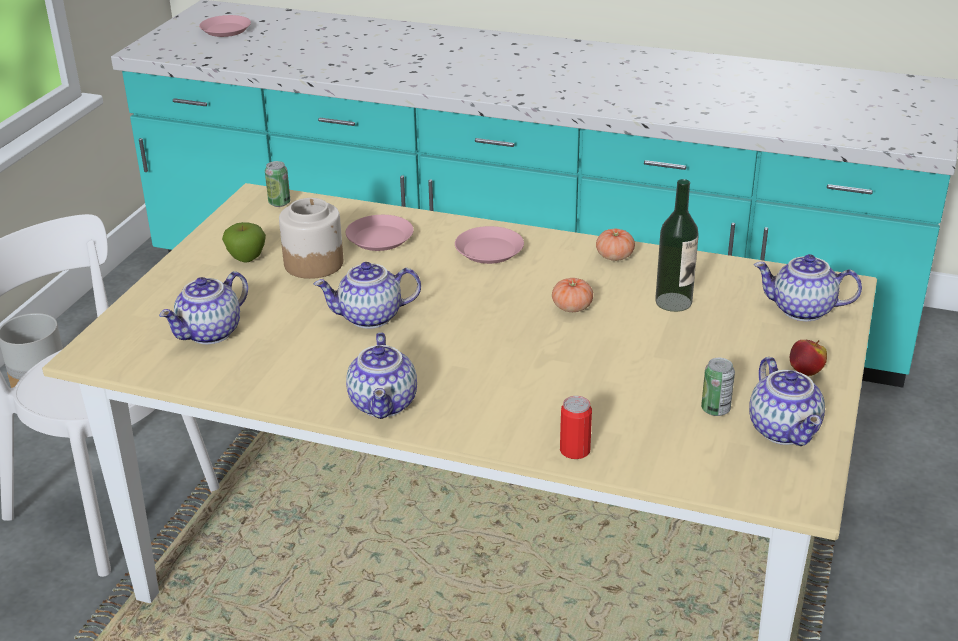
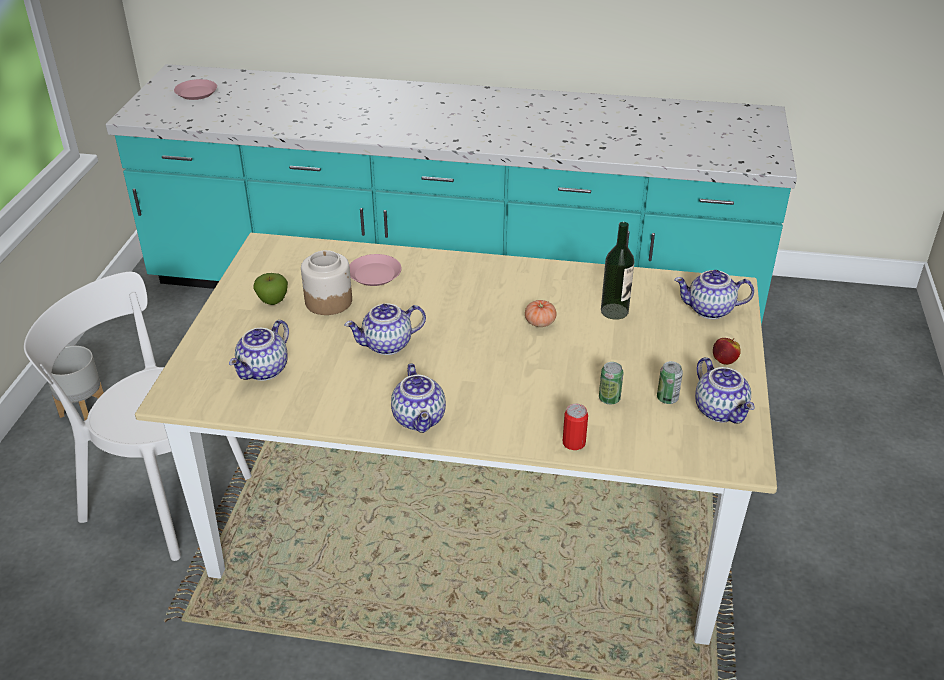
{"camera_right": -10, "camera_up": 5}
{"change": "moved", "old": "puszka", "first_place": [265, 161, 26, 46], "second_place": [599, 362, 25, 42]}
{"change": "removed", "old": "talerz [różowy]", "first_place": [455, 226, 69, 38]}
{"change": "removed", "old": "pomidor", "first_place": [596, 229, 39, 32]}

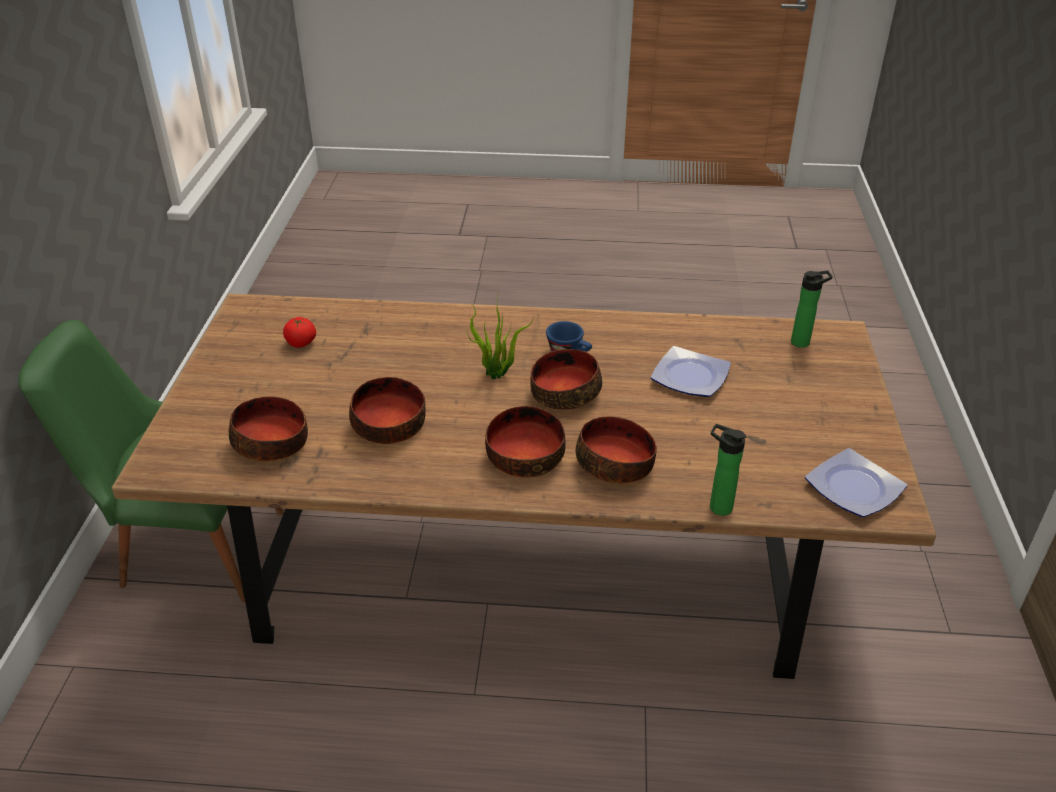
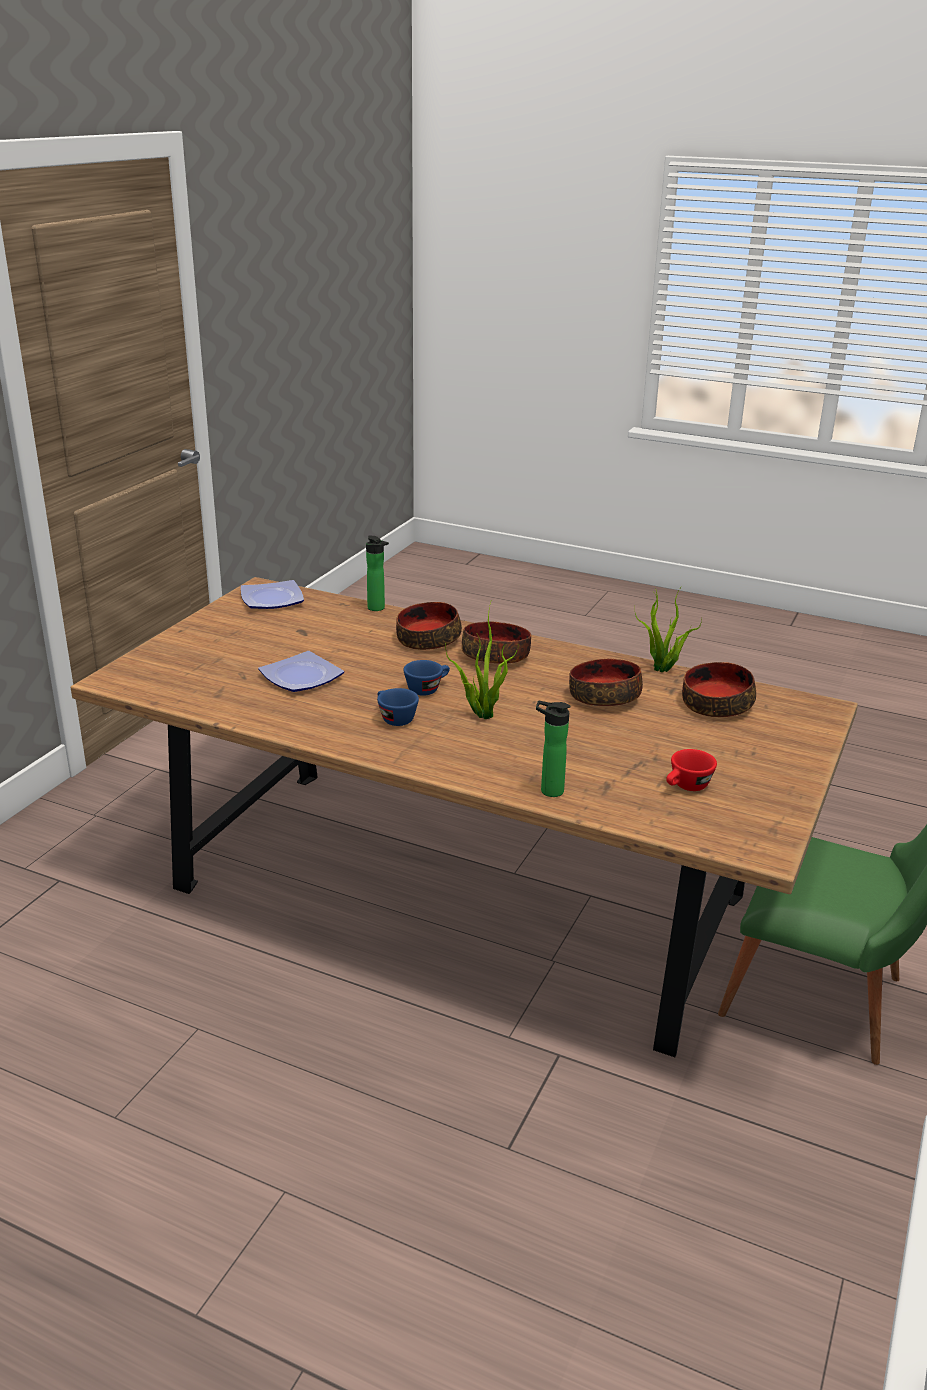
{"camera_right": -160, "camera_up": -10}
{"change": "replaced", "old": "miska", "new": "filiżanka [niebieski]", "first_place": [530, 349, 72, 61], "second_place": [404, 660, 46, 36]}
{"change": "moved", "old": "butelka", "first_place": [791, 270, 42, 78], "second_place": [536, 701, 35, 96]}
{"change": "added", "new": "roślina doniczkowa", "second_place": [635, 587, 67, 85]}
{"change": "replaced", "old": "pomidor", "new": "filiżanka [czerwony]", "first_place": [283, 317, 33, 31], "second_place": [666, 749, 51, 42]}

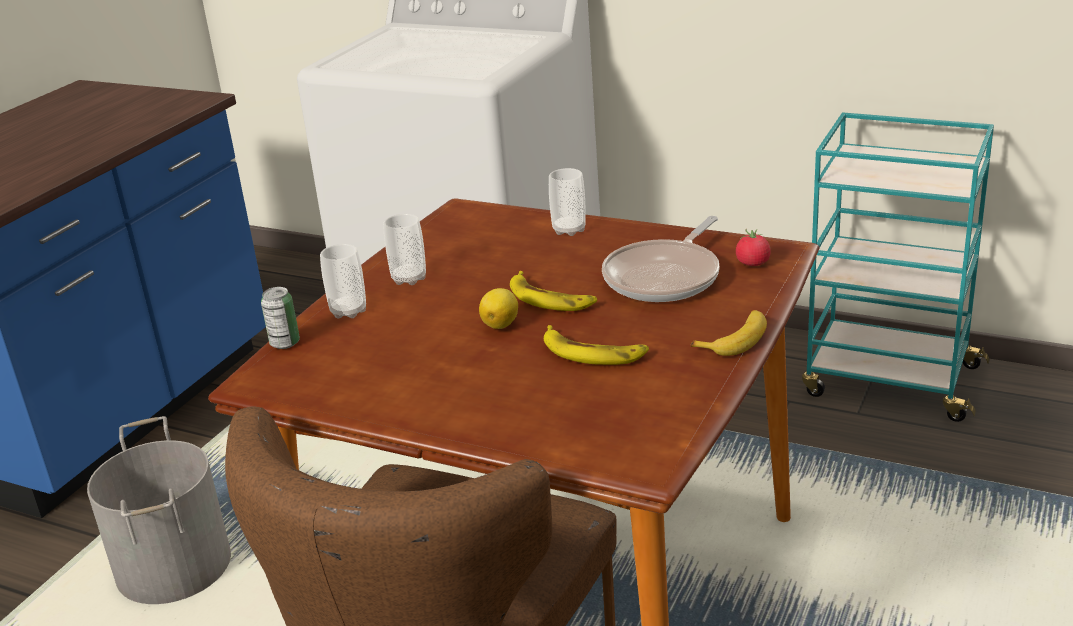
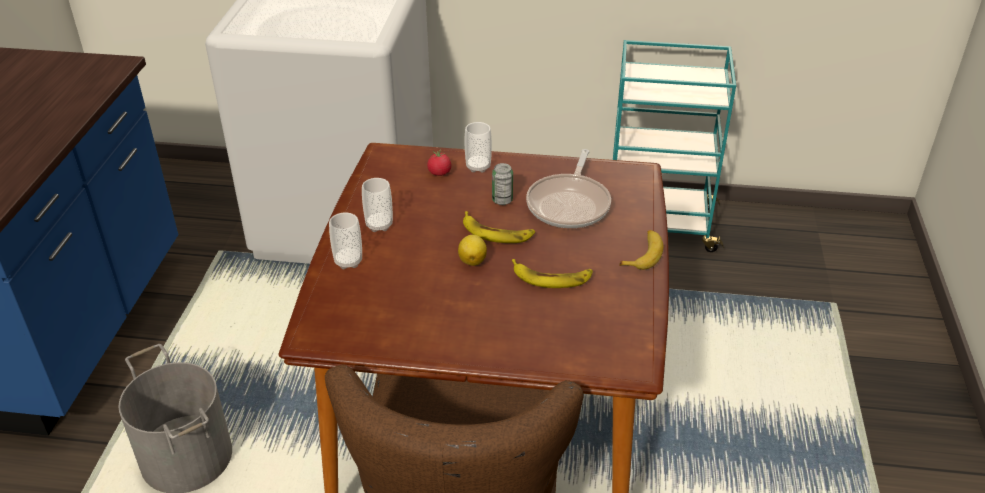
{"camera_right": -20, "camera_up": 10}
{"change": "moved", "old": "pomidor", "first_place": [736, 229, 35, 37], "second_place": [427, 149, 24, 27]}
{"change": "moved", "old": "puszka", "first_place": [261, 287, 39, 62], "second_place": [492, 163, 21, 42]}

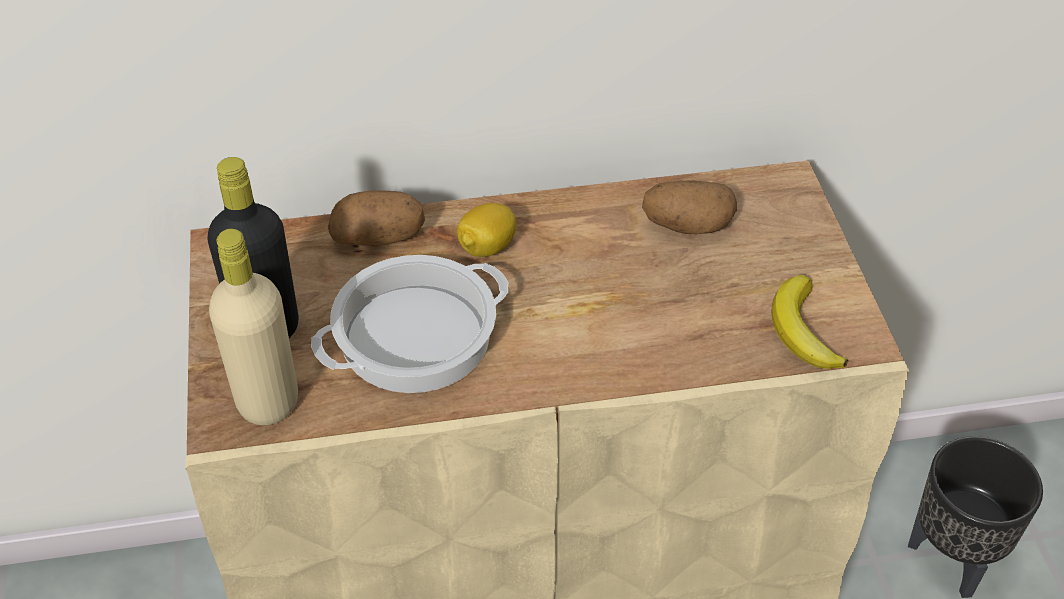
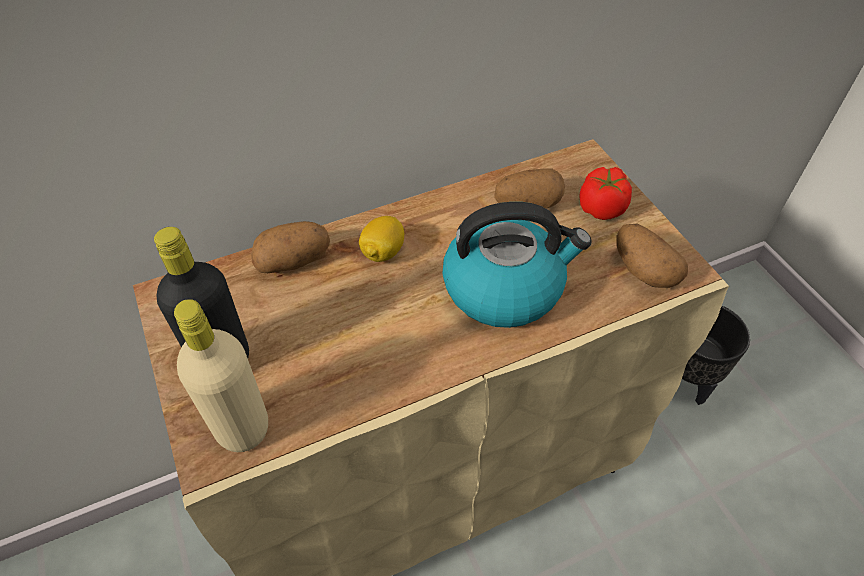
{"camera_right": -15, "camera_up": 5}
{"change": "added", "new": "czajnik", "second_place": [443, 202, 149, 126]}
{"change": "added", "new": "pomidor", "second_place": [579, 167, 53, 53]}
{"change": "replaced", "old": "banan", "new": "ziemniak", "first_place": [771, 275, 77, 94], "second_place": [616, 224, 72, 64]}
{"change": "removed", "old": "garnek", "first_place": [311, 255, 197, 138]}

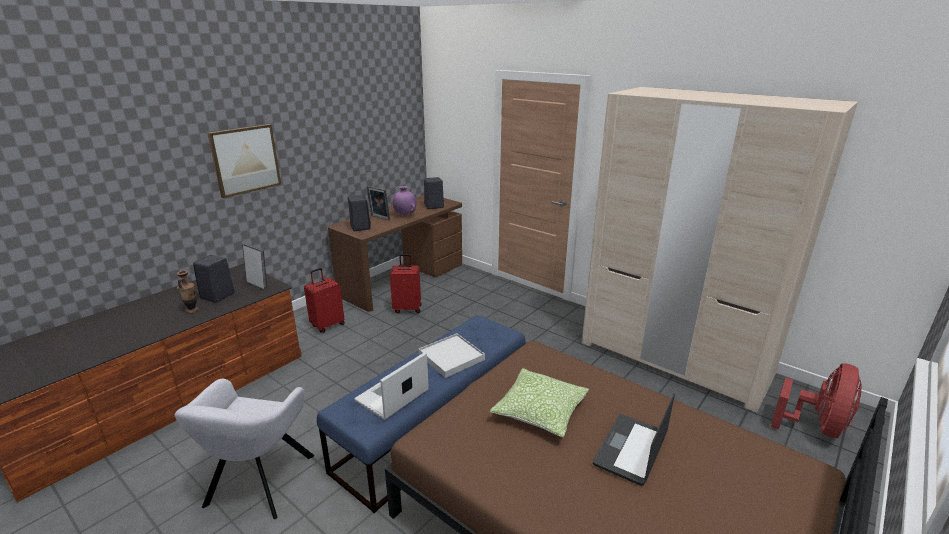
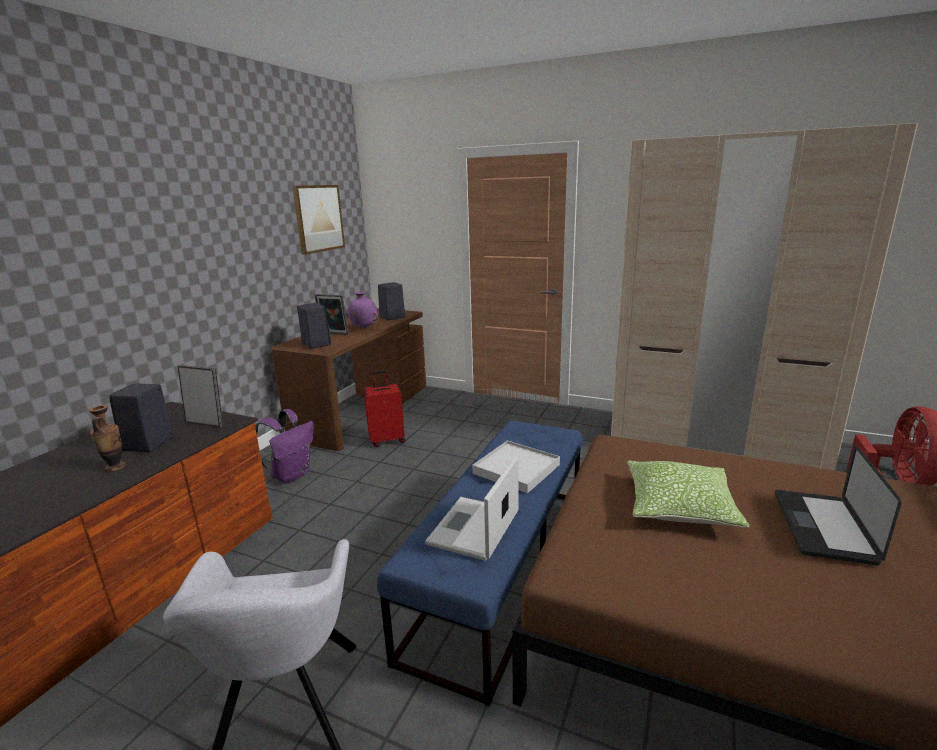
{"camera_right": -15, "camera_up": -5}
{"change": "replaced", "old": "walizka [czerwony]", "new": "plecak [fioletowy]", "first_place": [304, 268, 41, 65], "second_place": [255, 409, 59, 74]}
{"change": "moved", "old": "obraz", "first_place": [207, 124, 74, 74], "second_place": [292, 185, 53, 70]}

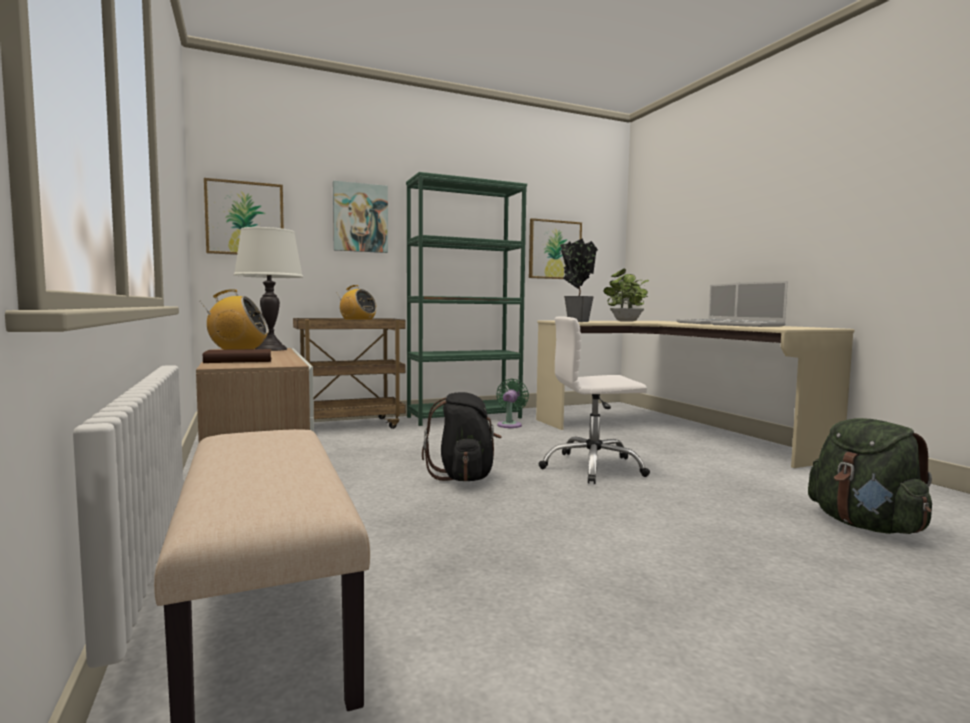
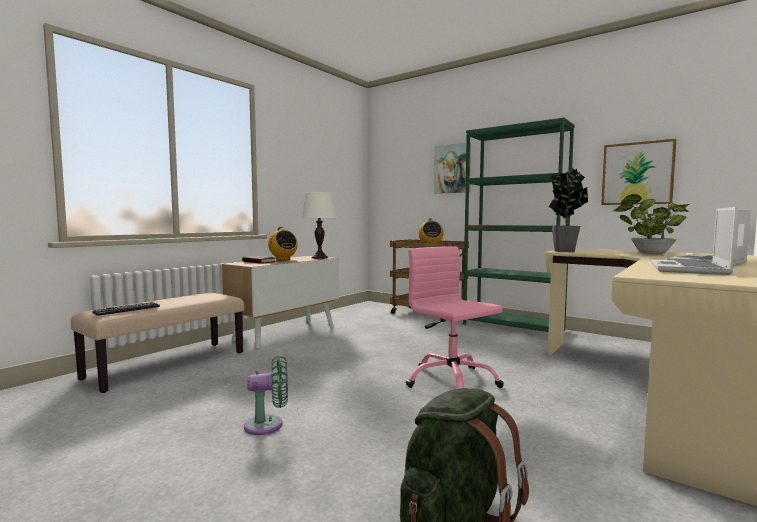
{"camera_right": 60, "camera_up": 0}
{"change": "added", "new": "klawiatura", "second_place": [92, 302, 68, 14]}
{"change": "moved", "old": "wentylator [zielony]", "first_place": [496, 379, 33, 49], "second_place": [244, 355, 44, 80]}
{"change": "recoloured", "old": "krzesło biurowe [biały]", "new": "krzesło biurowe [różowy]", "first_place": [538, 317, 112, 167], "second_place": [406, 246, 98, 143]}
{"change": "removed", "old": "obraz", "first_place": [204, 178, 80, 77]}
{"change": "removed", "old": "plecak [czarny]", "first_place": [422, 392, 80, 90]}

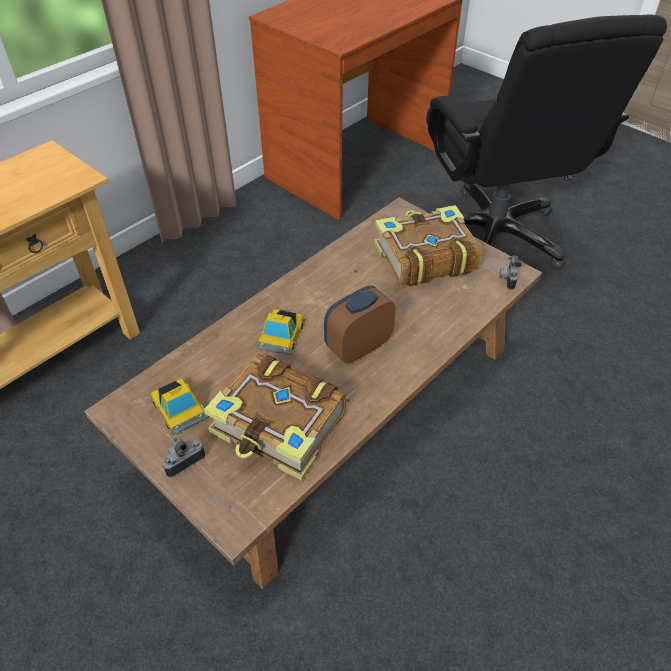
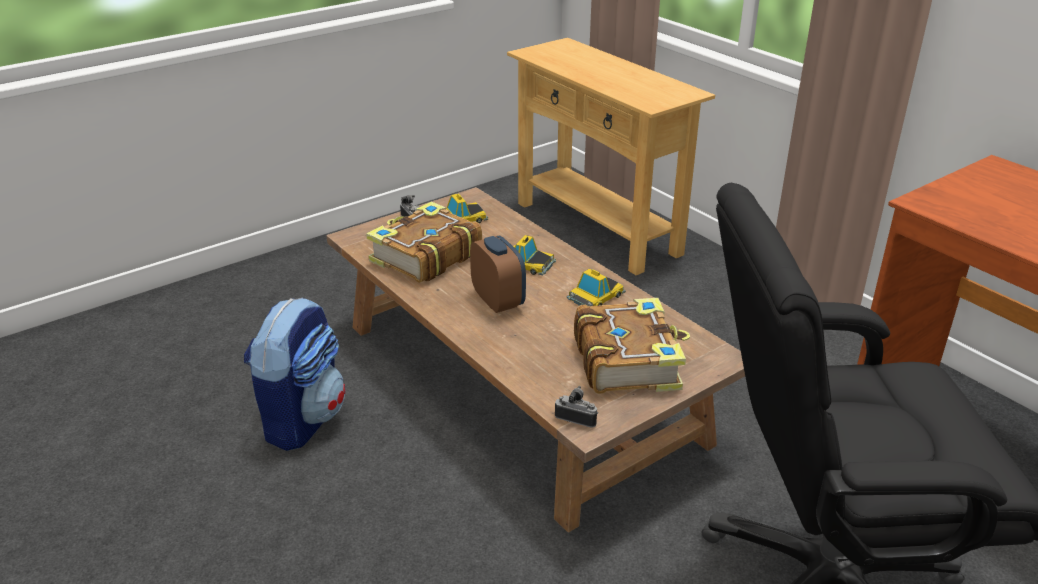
{"camera_right": 100, "camera_up": -15}
{"change": "added", "new": "plecak", "second_place": [244, 297, 101, 154]}
{"change": "added", "new": "samochodzik", "second_place": [566, 269, 60, 37]}

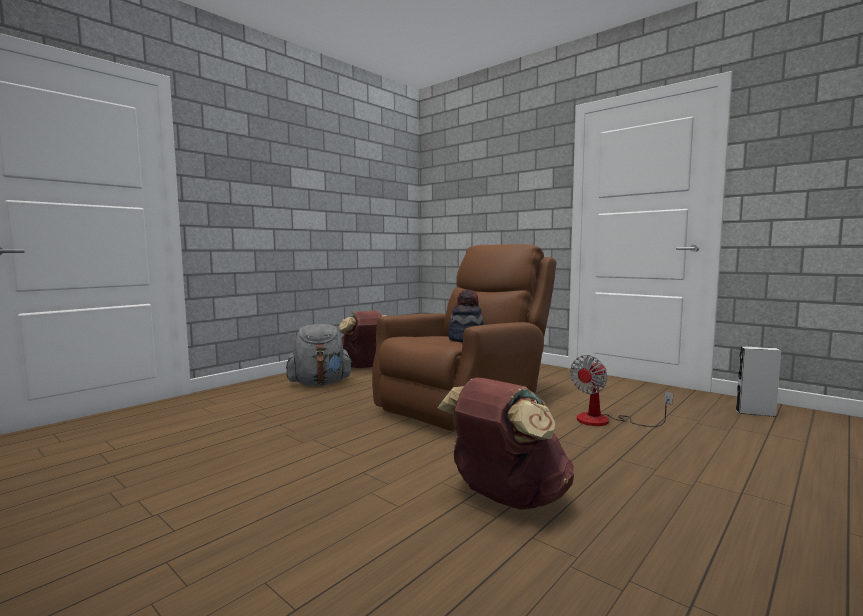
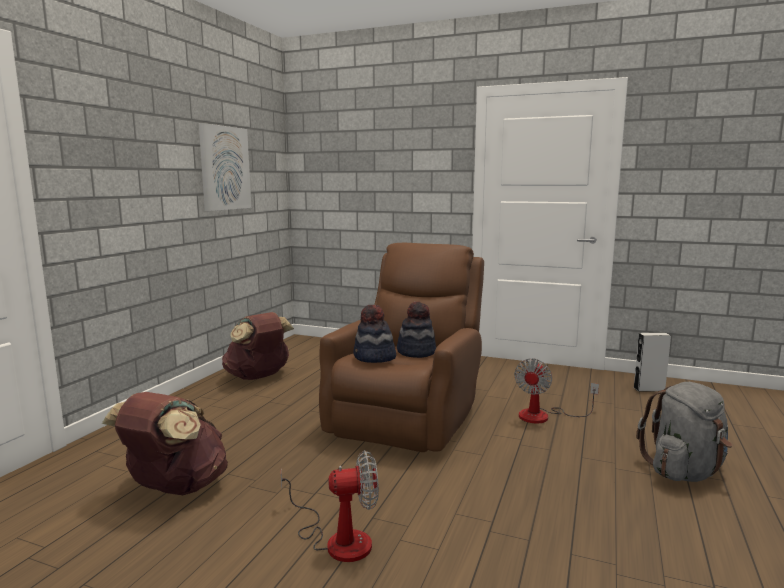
{"camera_right": -20, "camera_up": 5}
{"change": "moved", "old": "plecak [brązowy]", "first_place": [438, 378, 136, 132], "second_place": [102, 392, 126, 103]}
{"change": "added", "new": "obraz", "second_place": [199, 123, 52, 88]}
{"change": "added", "new": "wentylator", "second_place": [281, 450, 98, 112]}
{"change": "added", "new": "kapelusz", "second_place": [353, 305, 43, 58]}
{"change": "moved", "old": "plecak [szary]", "first_place": [286, 324, 67, 62], "second_place": [636, 382, 97, 100]}

